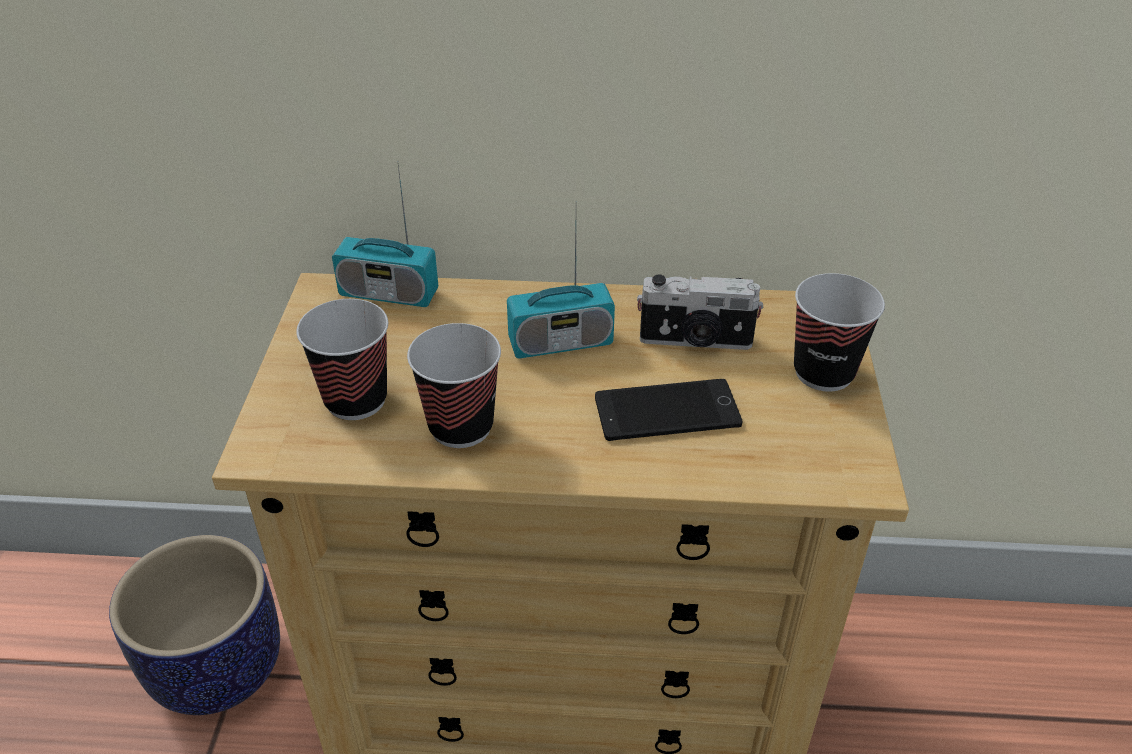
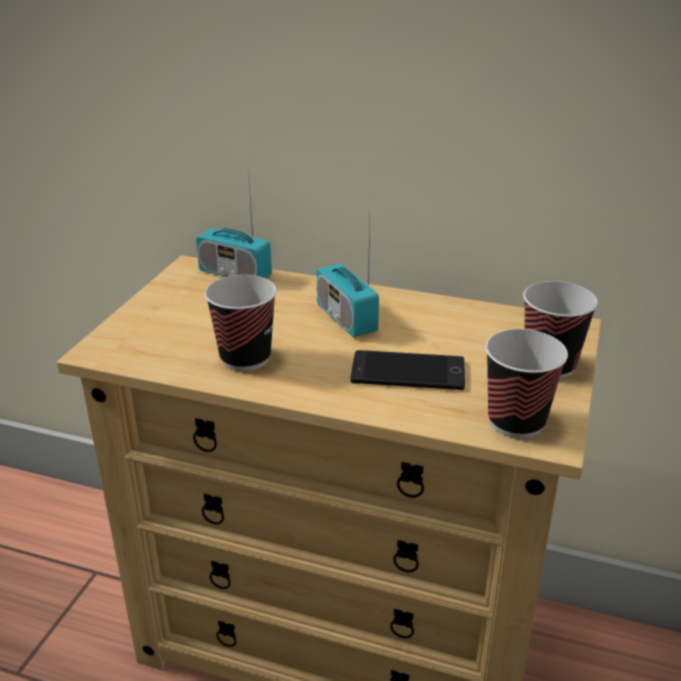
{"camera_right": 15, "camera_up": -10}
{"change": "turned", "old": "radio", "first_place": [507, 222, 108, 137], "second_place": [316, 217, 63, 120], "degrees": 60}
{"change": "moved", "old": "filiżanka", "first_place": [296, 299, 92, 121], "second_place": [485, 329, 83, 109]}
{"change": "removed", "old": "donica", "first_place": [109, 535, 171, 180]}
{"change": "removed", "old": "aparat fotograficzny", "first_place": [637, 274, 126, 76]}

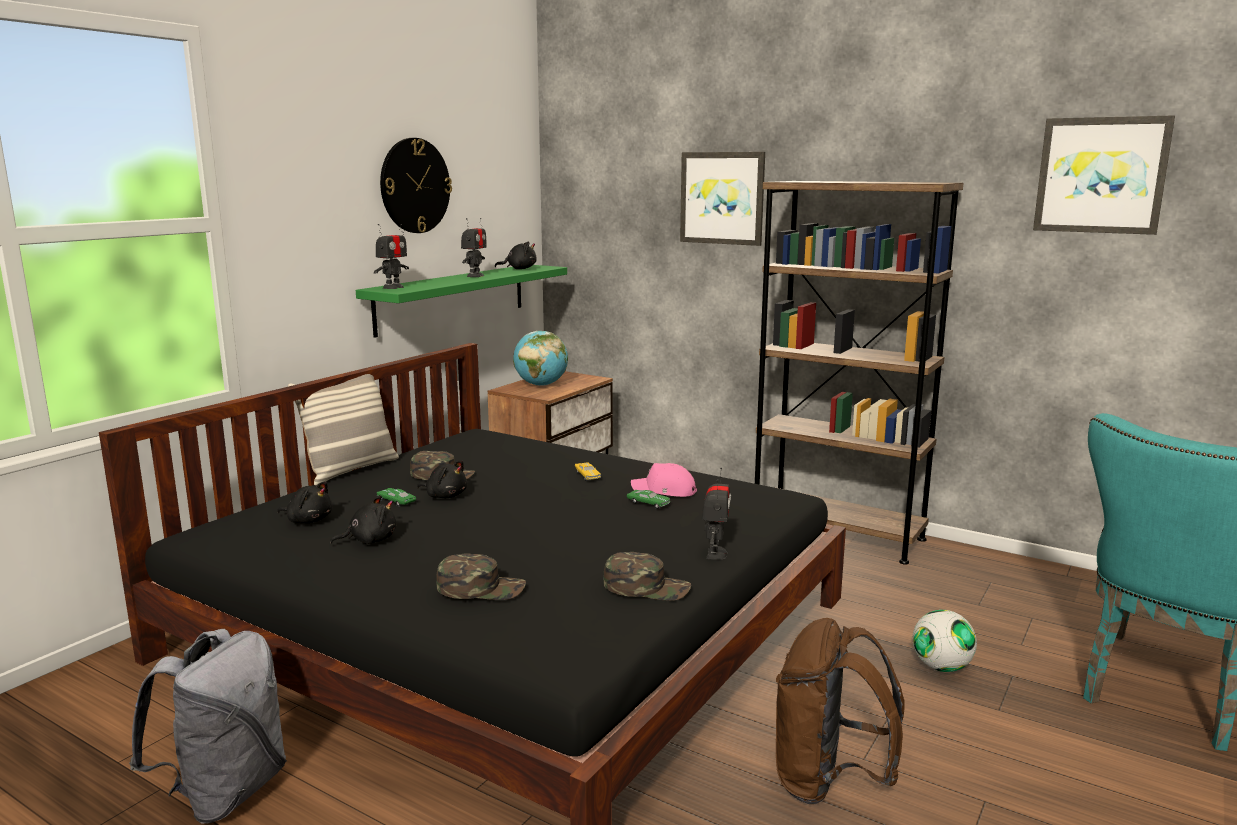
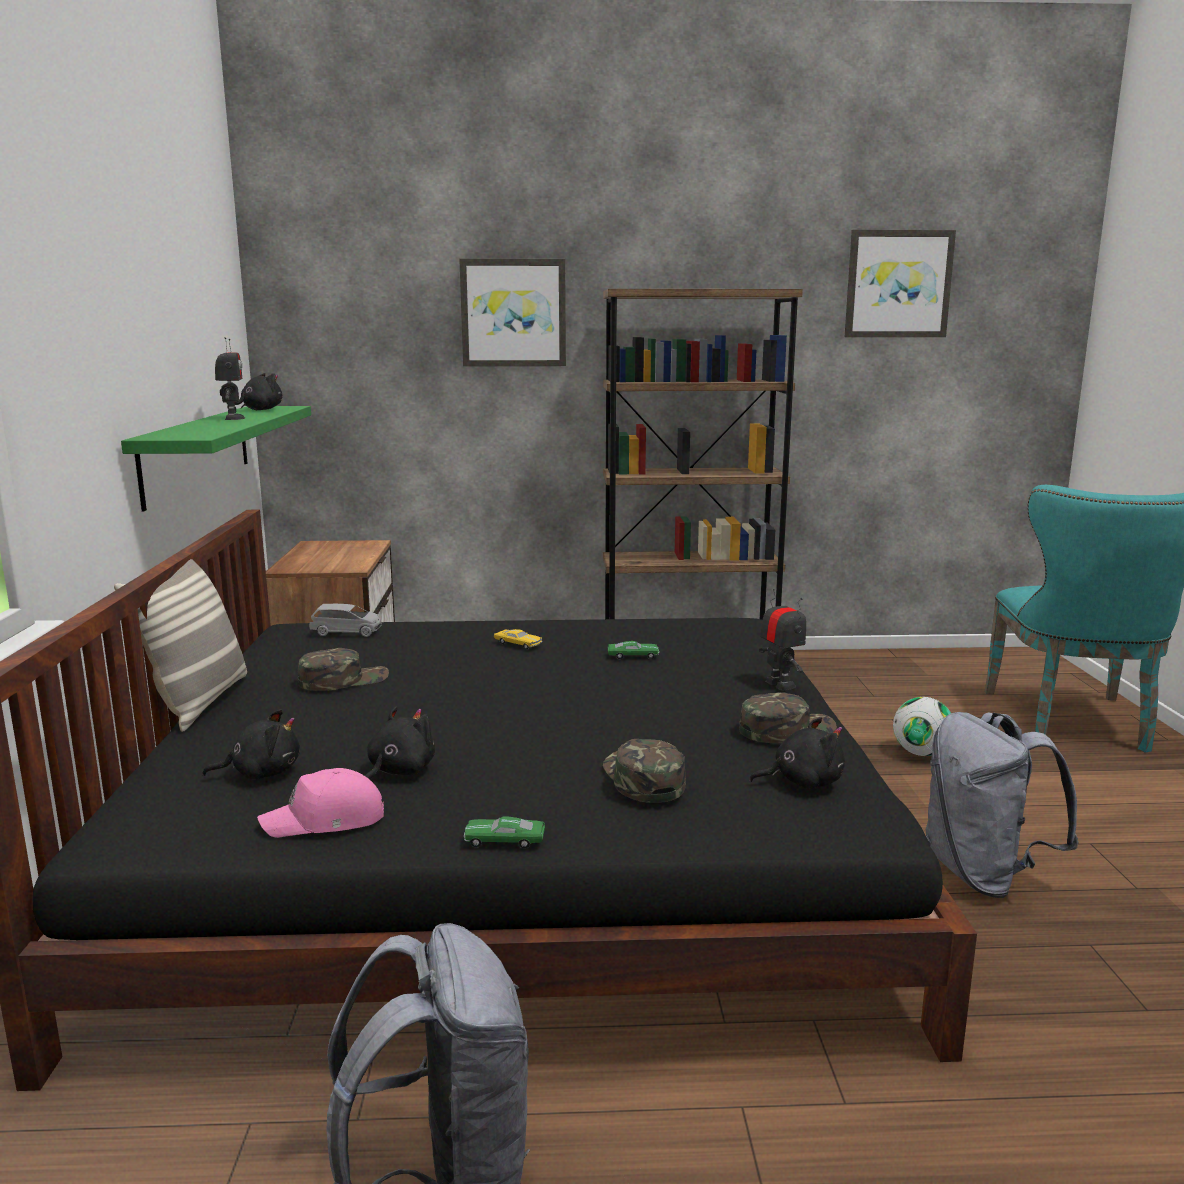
{"camera_right": -35, "camera_up": 0}
{"change": "moved", "old": "czapka z daszkiem [różowy]", "first_place": [631, 463, 66, 34], "second_place": [257, 768, 127, 70]}
{"change": "added", "new": "samochodzik [szary]", "second_place": [309, 604, 73, 33]}
{"change": "moved", "old": "samochodzik [zielony]", "first_place": [377, 488, 39, 18], "second_place": [464, 817, 81, 32]}
{"change": "turned", "old": "czapka z daszkiem [zielony]", "first_place": [436, 553, 90, 47], "second_place": [603, 739, 83, 64], "degrees": -75}
{"change": "moved", "old": "pluszak [czarny]", "first_place": [417, 460, 50, 38], "second_place": [749, 717, 96, 72]}
{"change": "recoloured", "old": "plecak [brązowy]", "new": "plecak [szary]", "first_place": [776, 618, 129, 186], "second_place": [926, 712, 153, 186]}
{"change": "removed", "old": "robot zabawkowy", "first_place": [374, 224, 35, 65]}
{"change": "removed", "old": "zegar ścienny", "first_place": [380, 138, 72, 95]}
{"change": "removed", "old": "globus", "first_place": [513, 331, 55, 55]}

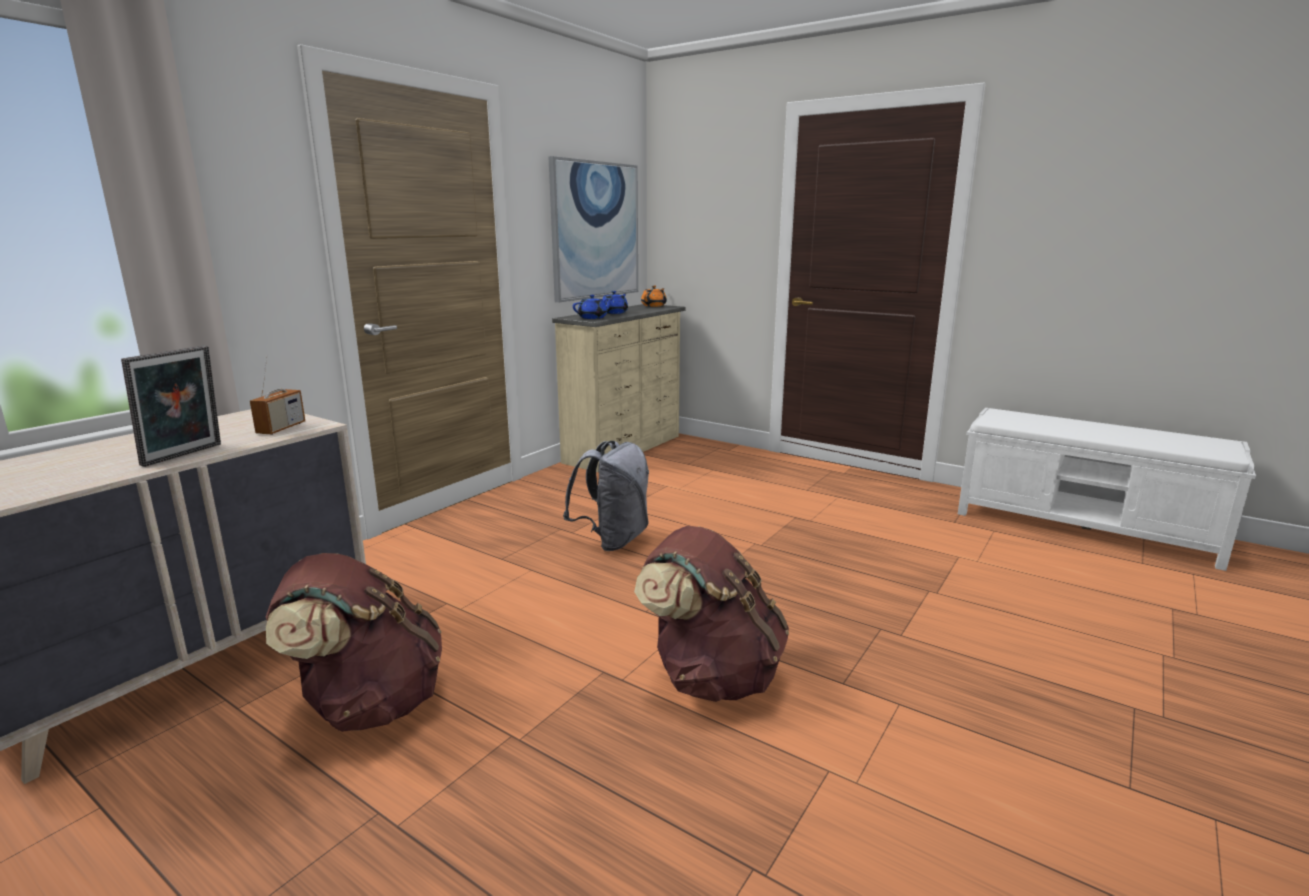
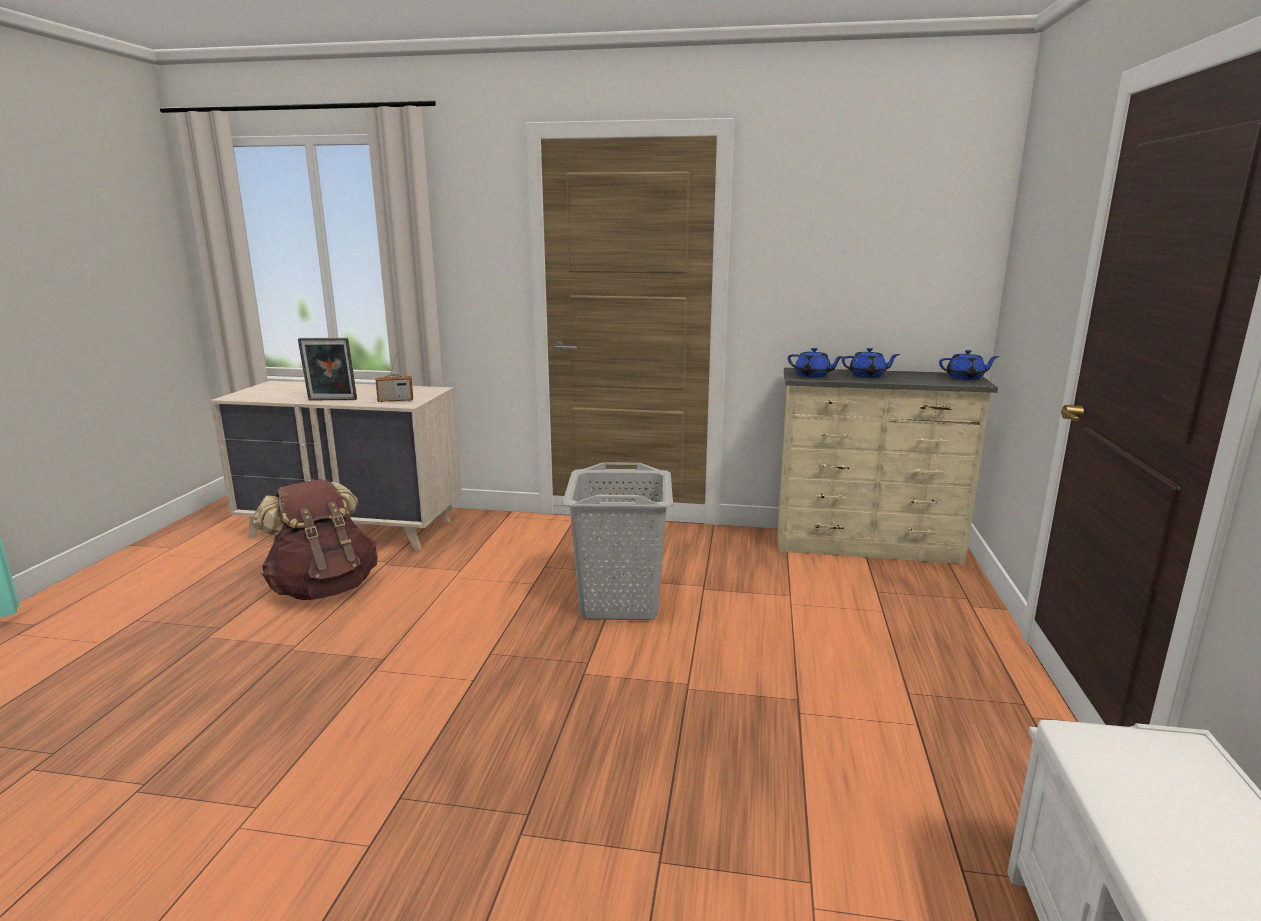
{"camera_right": 65, "camera_up": 0}
{"change": "replaced", "old": "plecak [szary]", "new": "kosz na pranie [szary]", "first_place": [563, 441, 86, 110], "second_place": [562, 462, 111, 158]}
{"change": "recoloured", "old": "imbryk [pomarańczowy]", "new": "imbryk [niebieski]", "first_place": [641, 285, 26, 22], "second_place": [939, 350, 60, 30]}
{"change": "removed", "old": "obraz", "first_place": [548, 156, 90, 146]}
{"change": "removed", "old": "plecak [brązowy]", "first_place": [634, 526, 155, 176]}

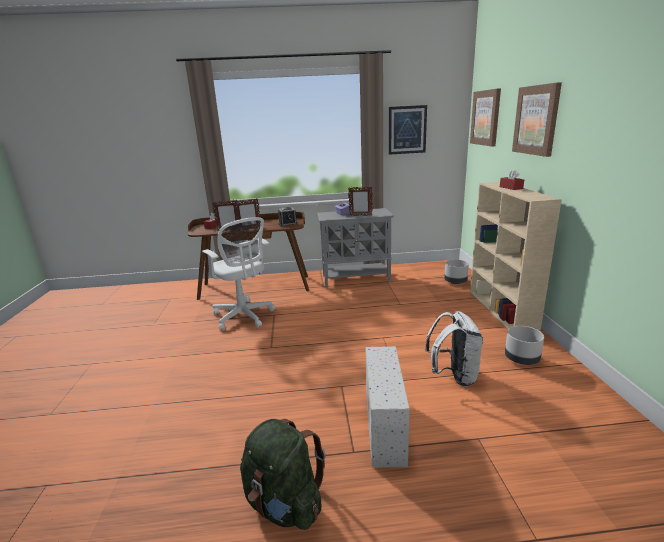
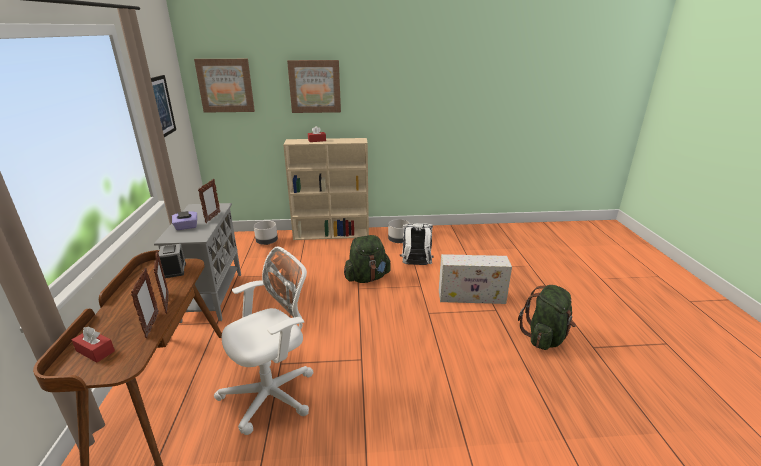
{"camera_right": -90, "camera_up": 5}
{"change": "added", "new": "plecak [zielony]", "second_place": [344, 235, 47, 48]}

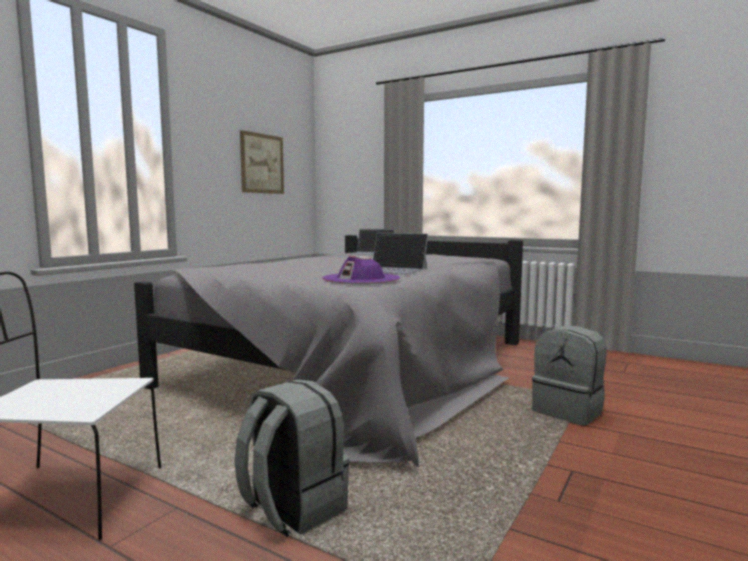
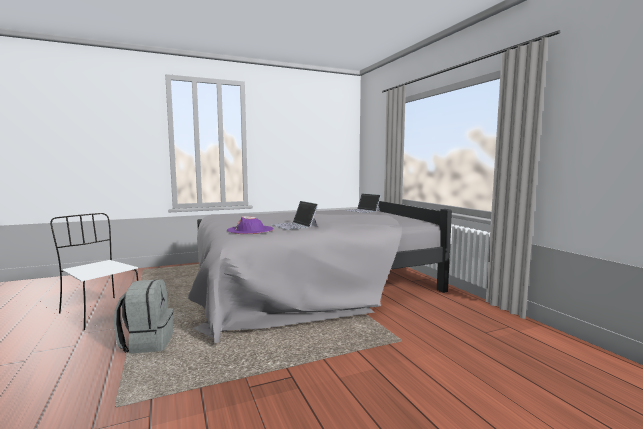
{"camera_right": 35, "camera_up": 0}
{"change": "removed", "old": "obraz", "first_place": [240, 130, 44, 64]}
{"change": "removed", "old": "plecak [szary]", "first_place": [532, 326, 74, 99]}

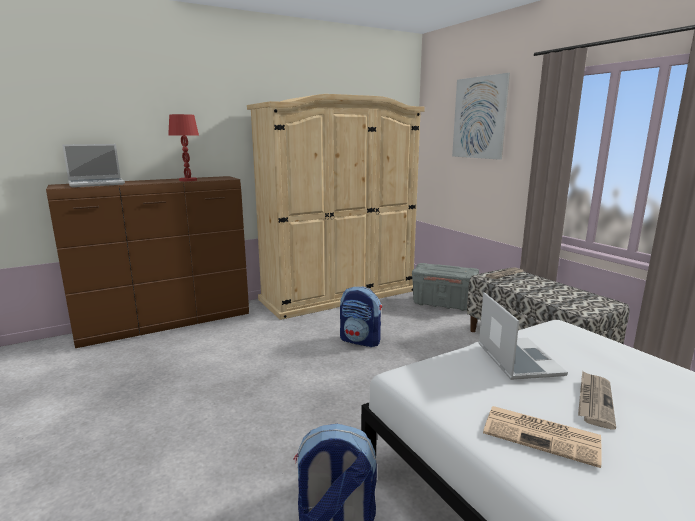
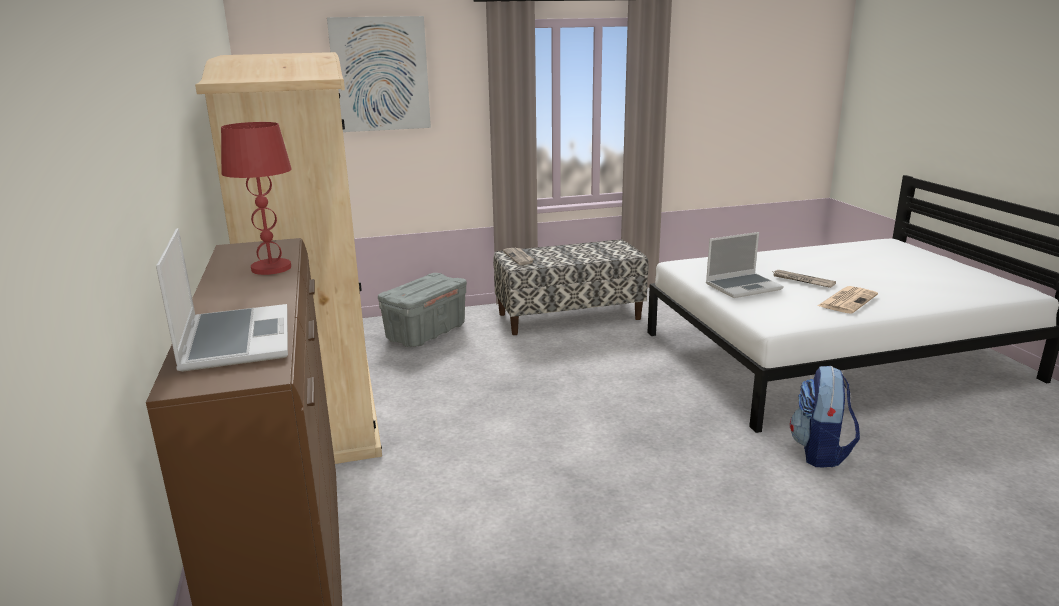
{"camera_right": -75, "camera_up": 5}
{"change": "turned", "old": "laptop", "first_place": [478, 292, 90, 88], "second_place": [706, 232, 78, 66], "degrees": 150}
{"change": "removed", "old": "plecak", "first_place": [340, 286, 42, 61]}

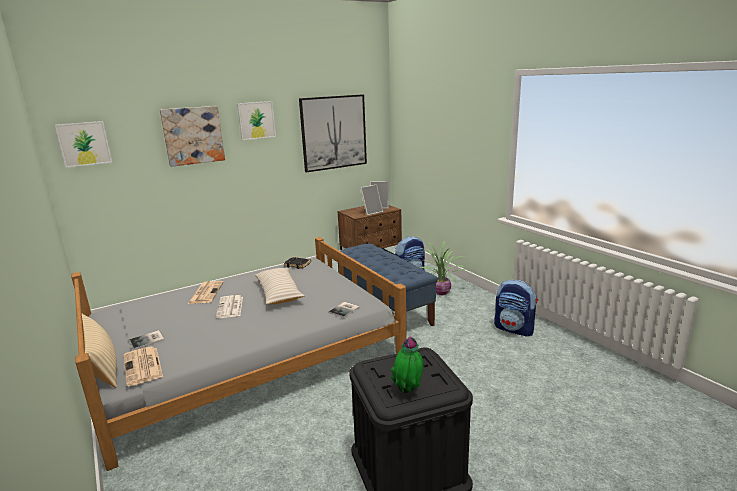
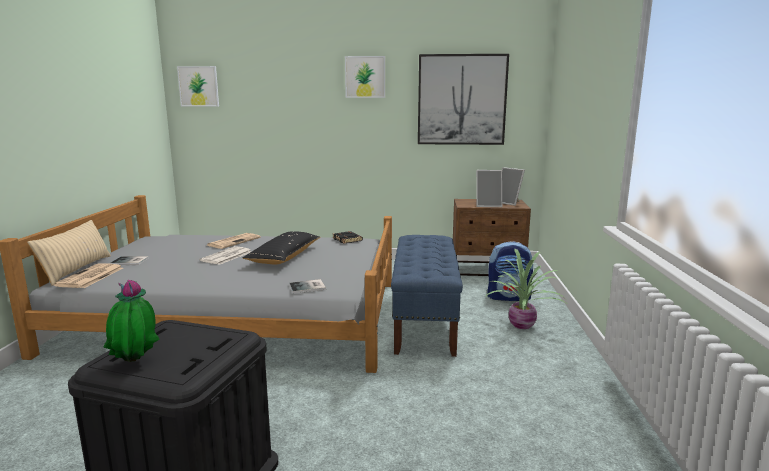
{"camera_right": 35, "camera_up": -5}
{"change": "recoloured", "old": "poduszka [beżowy]", "new": "poduszka [czarny]", "first_place": [255, 268, 49, 37], "second_place": [243, 231, 77, 34]}
{"change": "removed", "old": "obraz", "first_place": [160, 106, 65, 61]}
{"change": "removed", "old": "plecak", "first_place": [494, 280, 44, 57]}

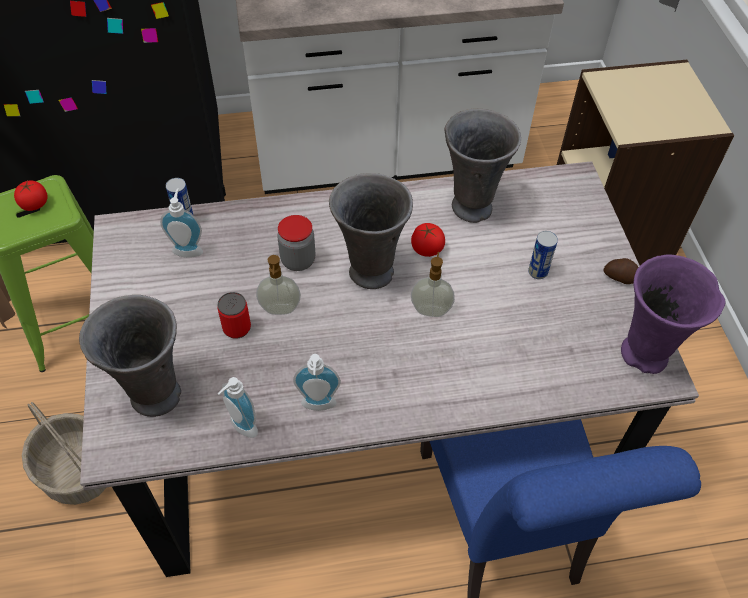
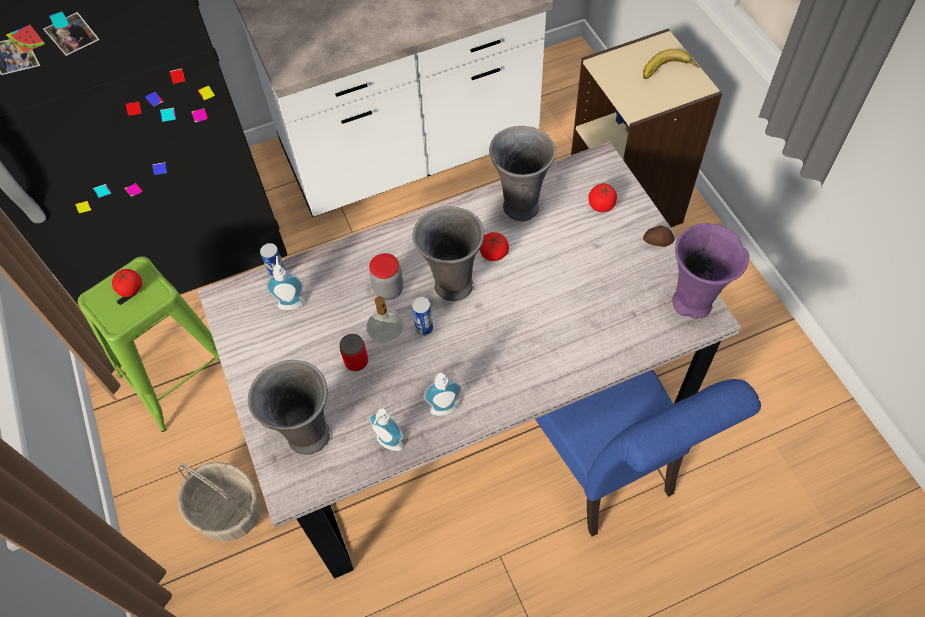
{"camera_right": -10, "camera_up": 5}
{"change": "moved", "old": "puszka", "first_place": [528, 231, 30, 48], "second_place": [412, 297, 21, 39]}
{"change": "added", "new": "pomidor", "second_place": [588, 183, 29, 29]}
{"change": "added", "new": "banan", "second_place": [643, 49, 56, 30]}
{"change": "removed", "old": "dozownik mydła", "first_place": [411, 252, 44, 65]}

